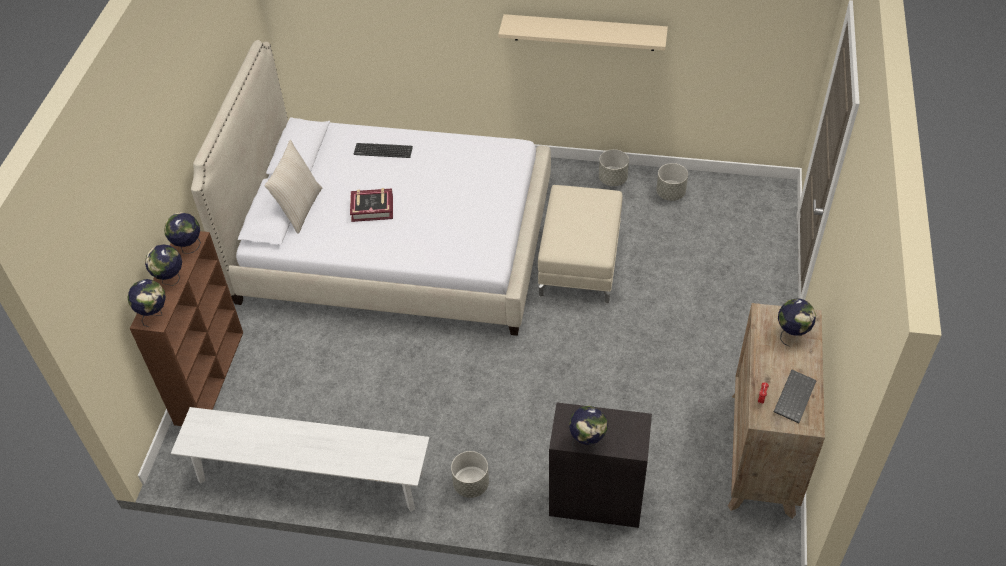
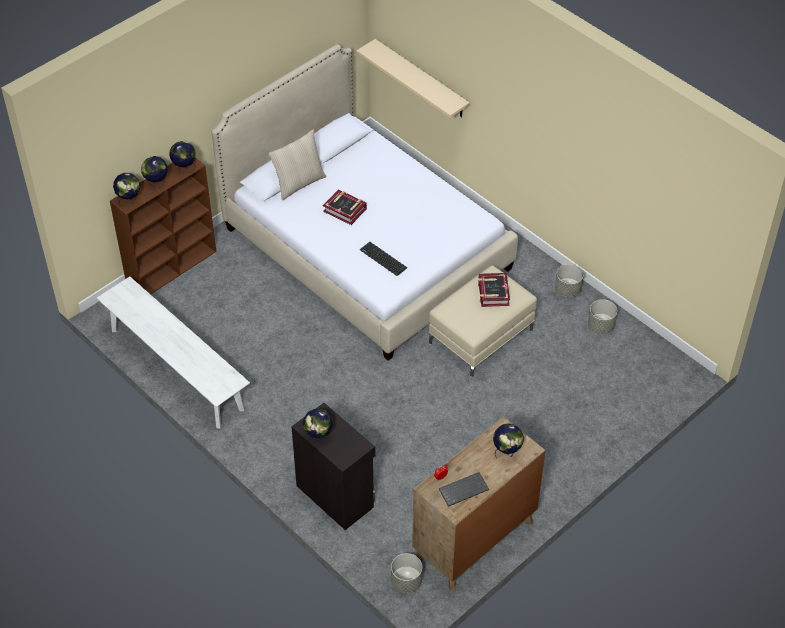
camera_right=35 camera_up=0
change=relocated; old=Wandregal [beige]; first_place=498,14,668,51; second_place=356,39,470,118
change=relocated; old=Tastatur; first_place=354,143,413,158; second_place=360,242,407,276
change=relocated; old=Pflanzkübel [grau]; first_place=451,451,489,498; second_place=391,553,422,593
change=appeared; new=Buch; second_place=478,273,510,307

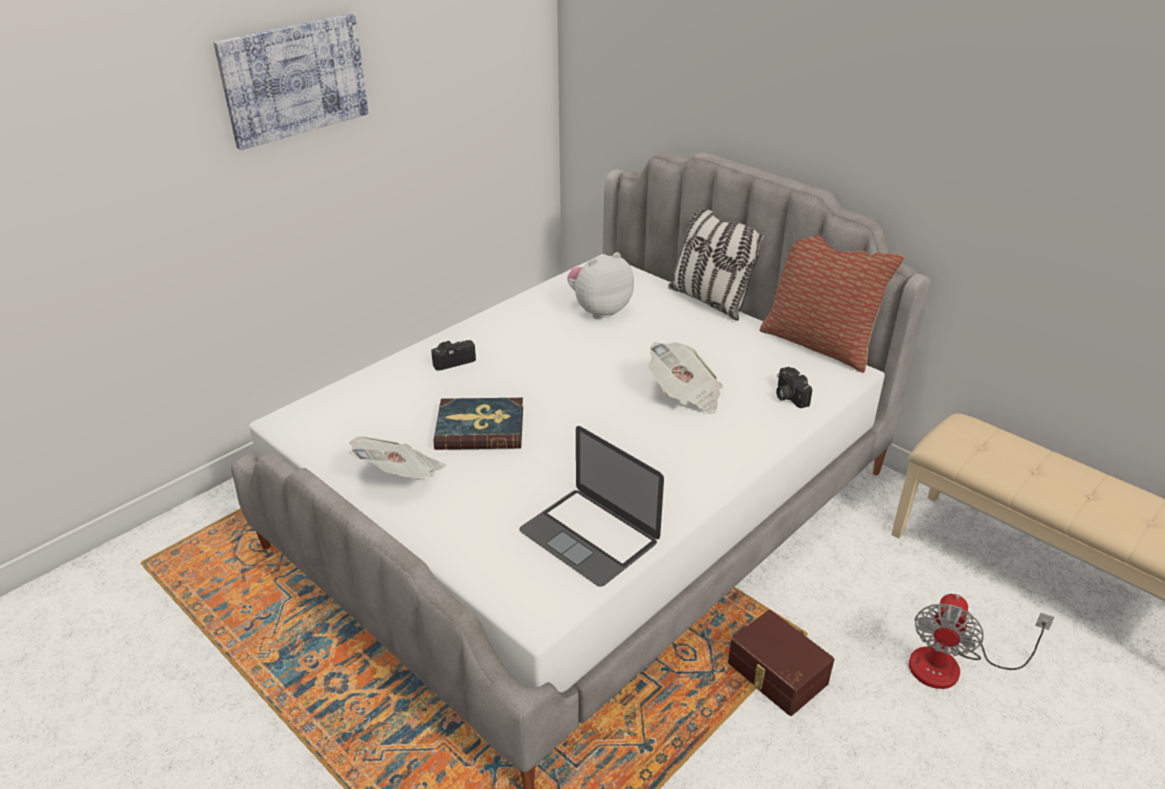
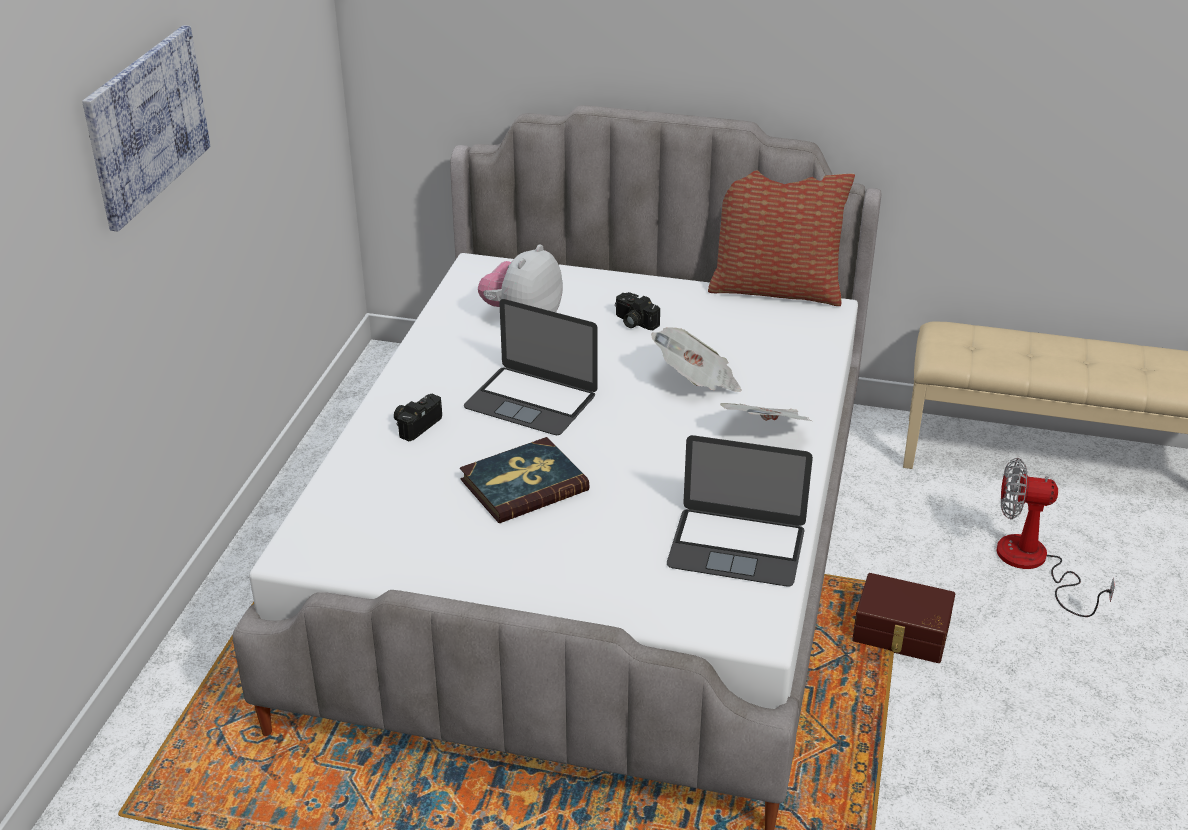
camera_right=-30 camera_up=0
change=appeared; new=Laptop; second_place=463,299,598,435
change=relocated; old=Kamera; first_place=776,367,812,408; second_place=615,292,660,330
change=relocated; old=Zeitung; first_place=349,436,446,480; second_place=720,403,812,421
change=spun; old=Ventilator; first_place=909,594,1054,689; second_place=997,458,1115,617; degrees=105
change=missing; old=Kissen; first_place=668,208,764,321

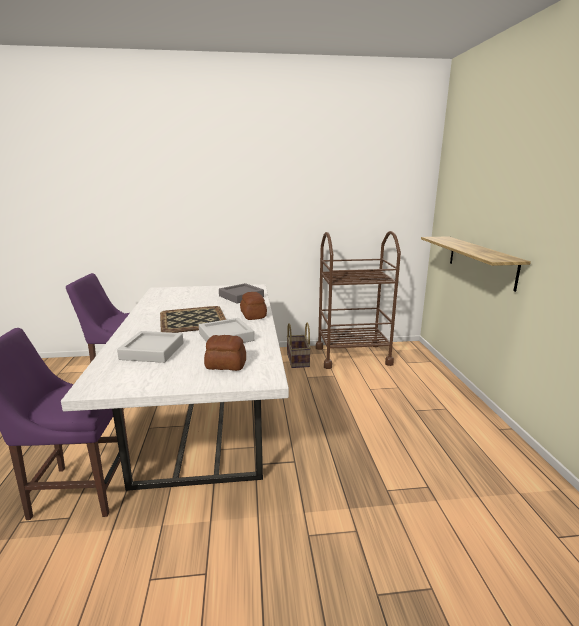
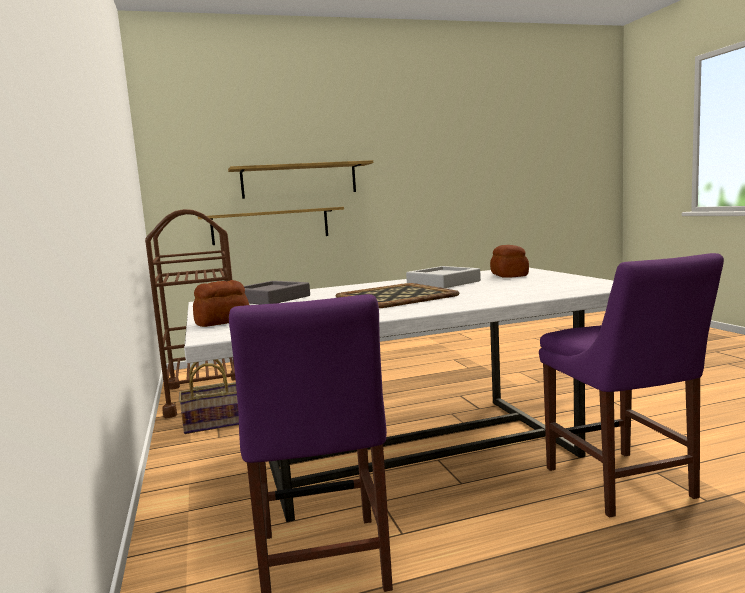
camera_right=-100 camera_up=-10
change=relocated; old=Brot; first_place=240,292,267,320; second_place=193,280,249,327
change=appeared; new=Wandregal; second_place=228,160,373,199
change=missing; old=Tablett [grau]; first_place=117,331,184,363

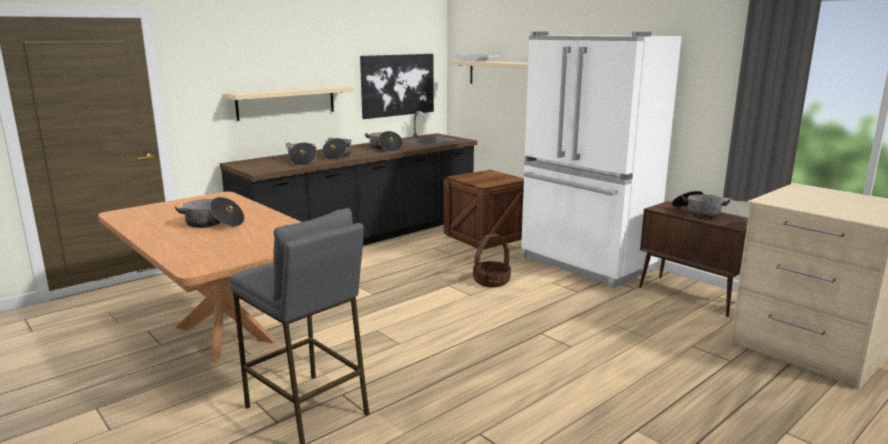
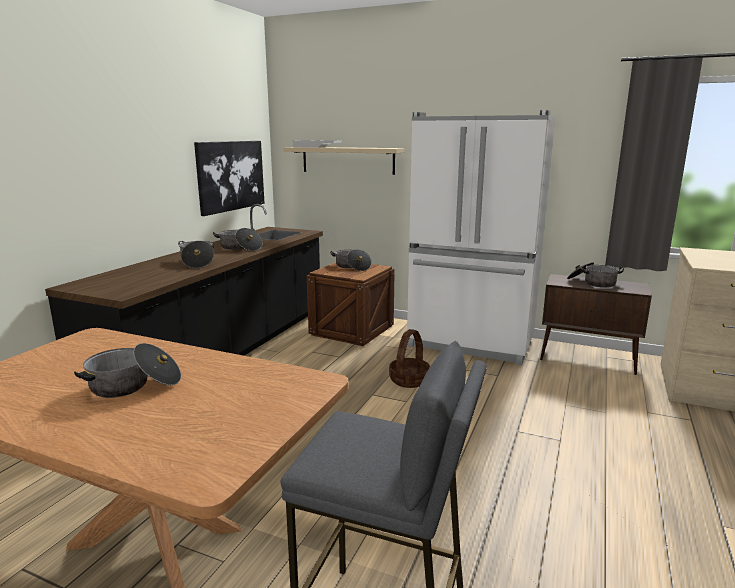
camera_right=-25 camera_up=0
change=relocated; old=Kochtopf; first_place=286,142,317,166; second_place=330,249,372,271
change=missing; old=Wandregal [beige]; first_place=224,86,353,121

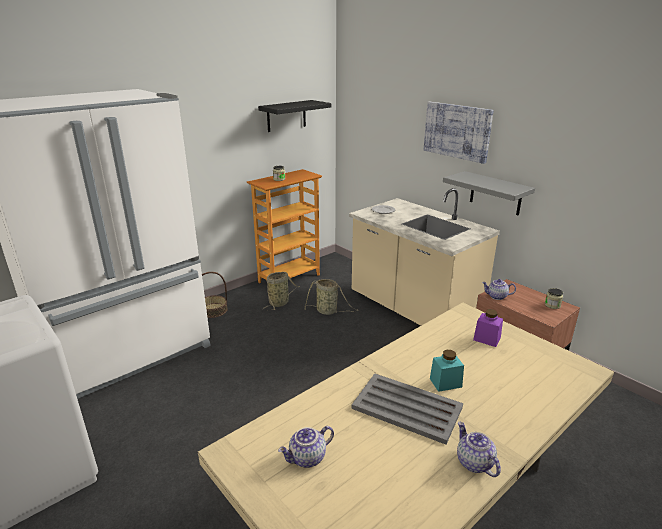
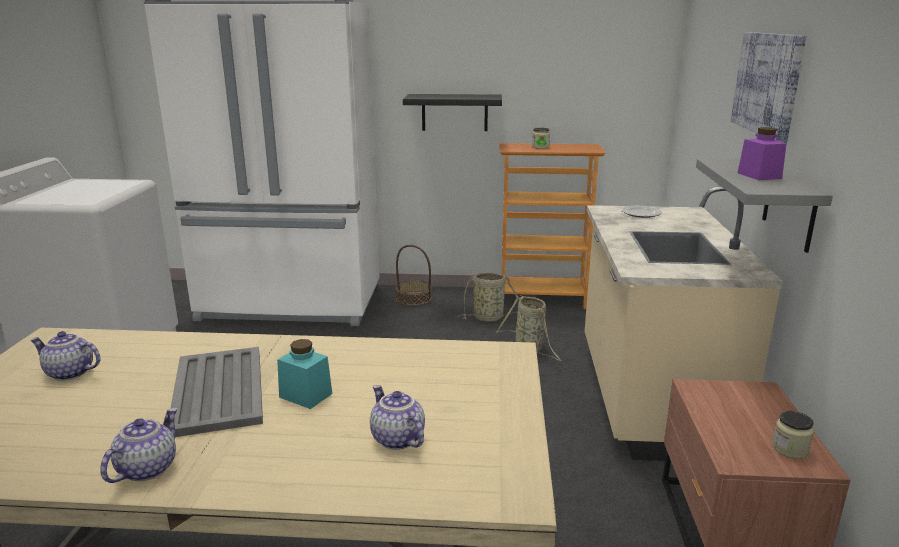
camera_right=45 camera_up=-5
change=relocated; old=Teekanne; first_place=482,279,516,300; second_place=370,385,425,450
change=relocated; old=Wandregal [schwarz]; first_place=258,100,332,132; second_place=403,94,502,131
change=relocated; old=Vorratsglas [lila]; first_place=473,309,503,347; second_place=738,127,787,180

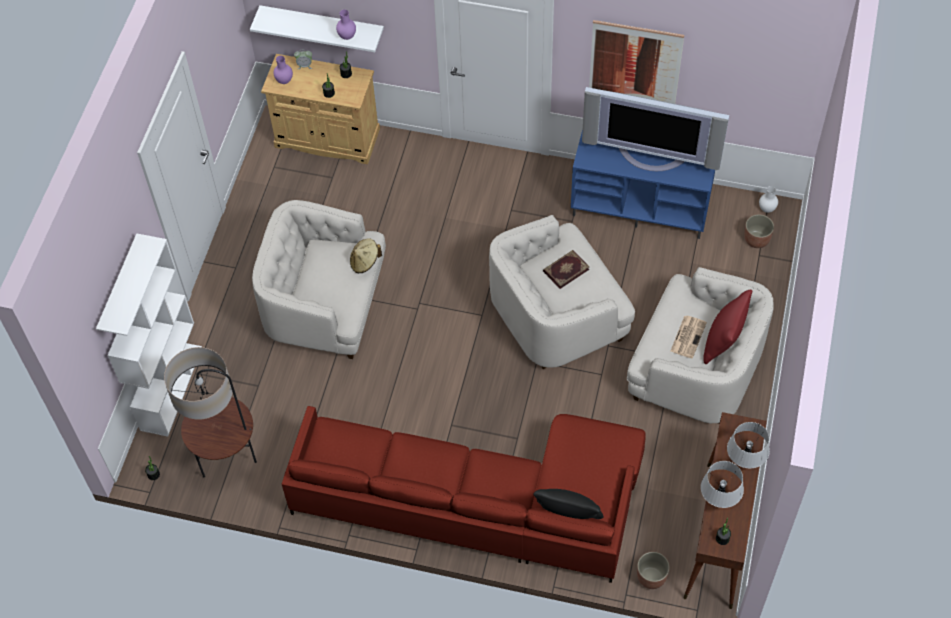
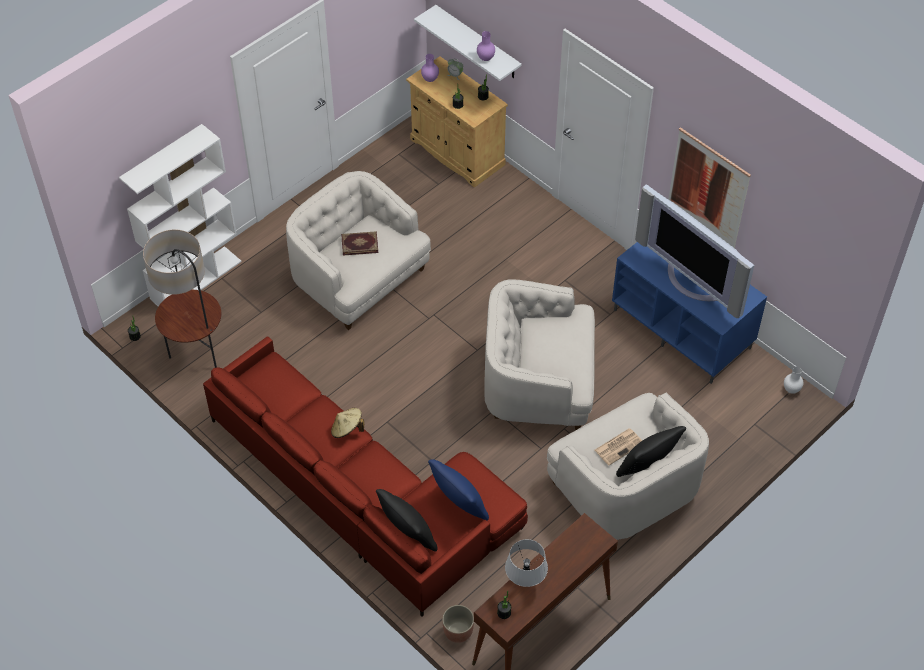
camera_right=30 camera_up=-5
change=relocated; old=Hut [beige]; first_place=350,239,382,273; second_place=331,408,364,438
change=relocated; old=Buch; first_place=543,250,589,289; second_place=341,231,378,256
change=appeared; new=Kissen [blau]; second_place=428,459,489,521
change=colour; old=Kissen [rot]; new=Kissen [schwarz]; first_place=703,290,752,364; second_place=616,426,686,477
change=missing; old=Tischlampe [grau]; first_place=727,422,770,468
change=missing; old=Pflanzkübel; first_place=744,214,774,248

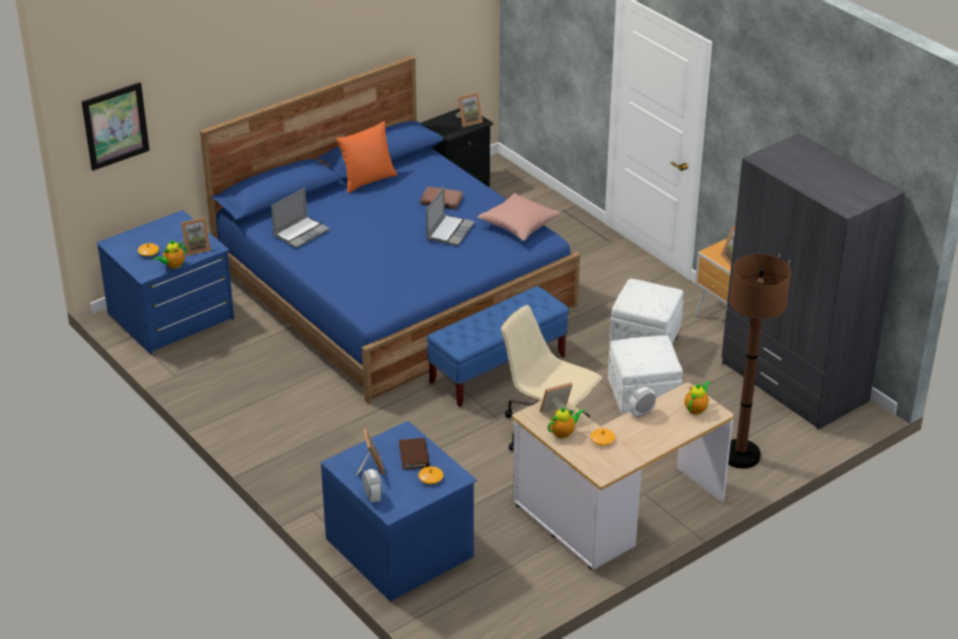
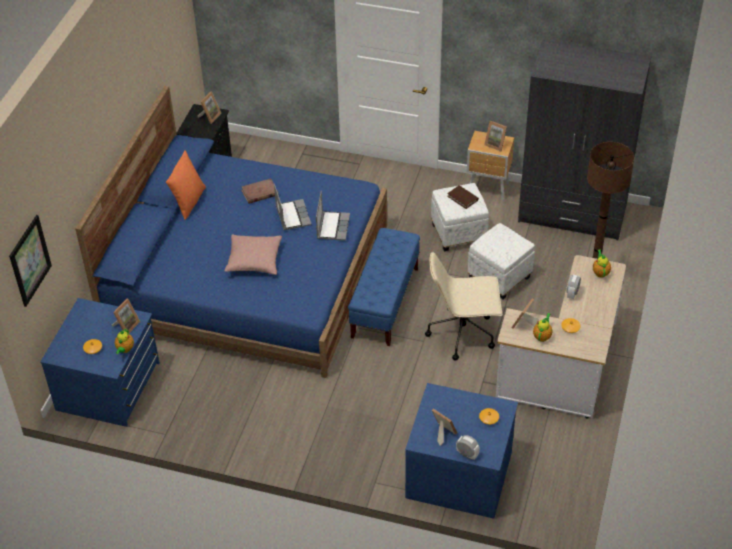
camera_right=-35 camera_up=10
change=relocated; old=Kissen [rosa]; first_place=477,193,561,241; second_place=224,235,282,275
change=relocated; old=Laptop; first_place=271,188,330,248; second_place=316,191,350,241
change=relocated; old=Buch [braun]; first_place=399,438,430,470; second_place=447,185,479,209

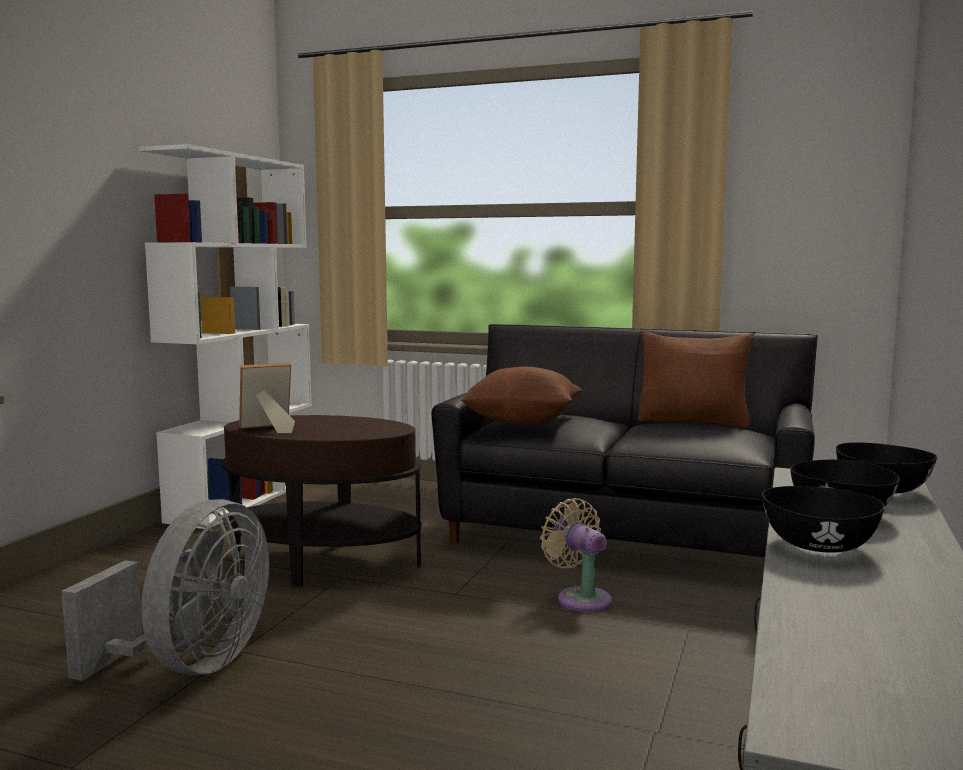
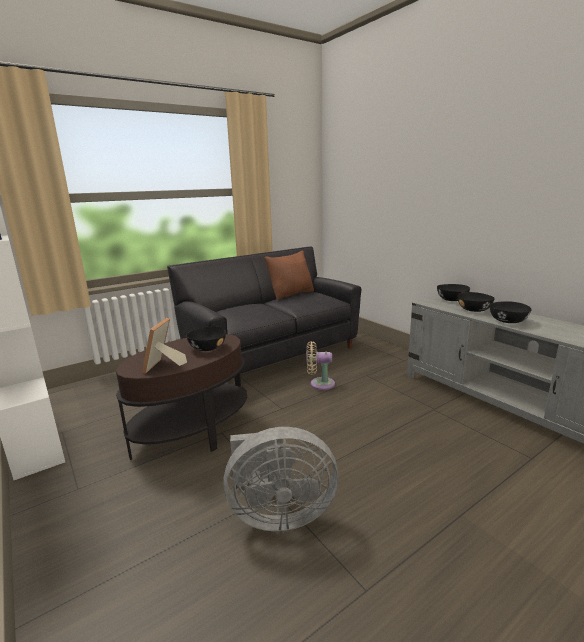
camera_right=-55 camera_up=10
change=appeared; new=Schüssel [schwarz]; second_place=186,326,226,351
change=spun; old=Ventilator [grau]; first_place=62,499,269,681; second_place=224,427,338,531; degrees=120
change=missing; old=Kissen [braun]; first_place=461,367,582,425

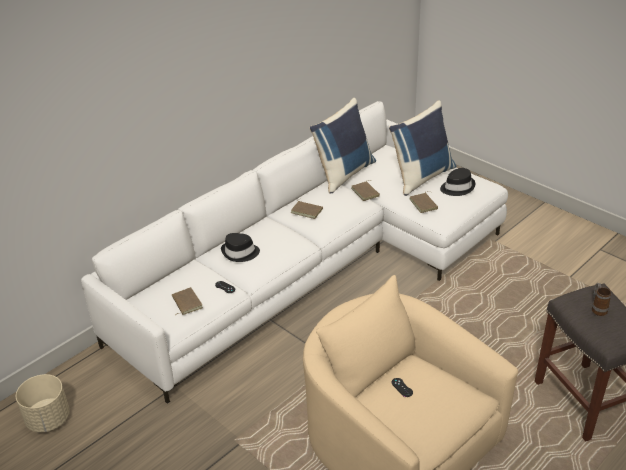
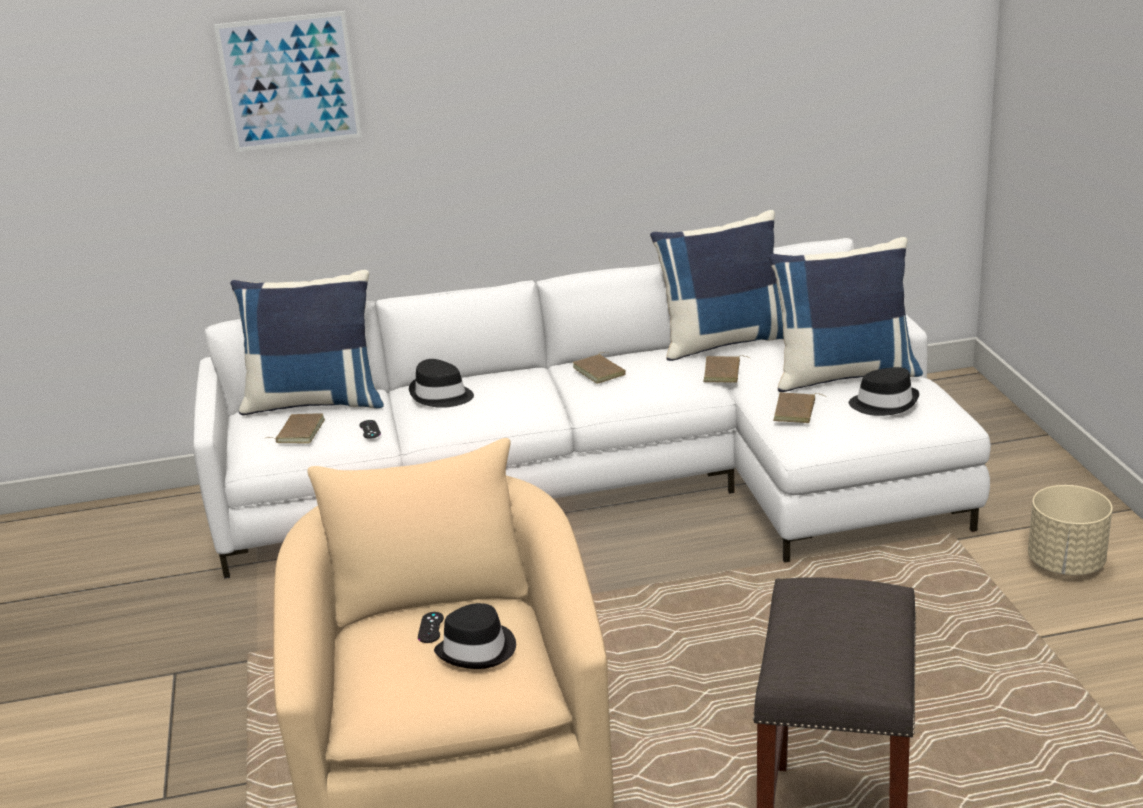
camera_right=35 camera_up=-10
change=appeared; new=Bild; second_place=214,11,362,152
change=appeared; new=Kissen [blau]; second_place=230,270,384,415
change=appeared; new=Hut [schwarz]; second_place=434,603,516,669
change=relocated; old=Pflanzkübel [beige]; first_place=16,374,70,432; second_place=1028,485,1112,575
change=missing; old=Henkelbecher; first_place=592,283,611,316

